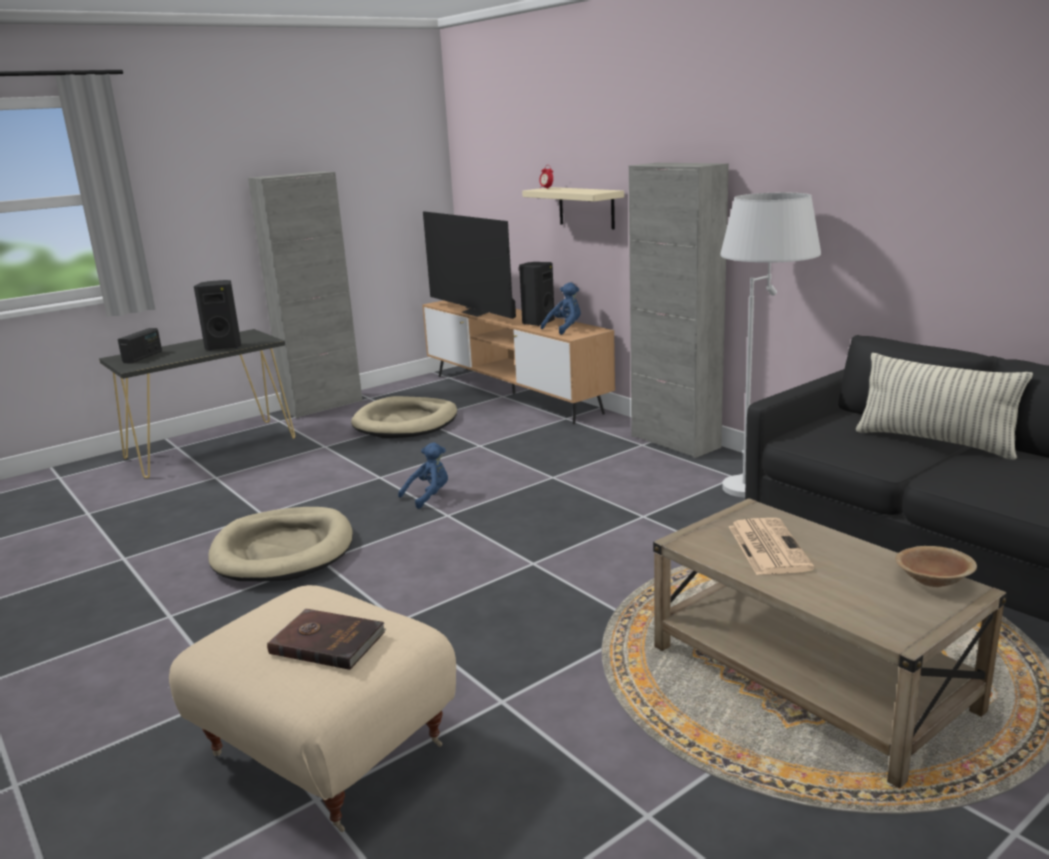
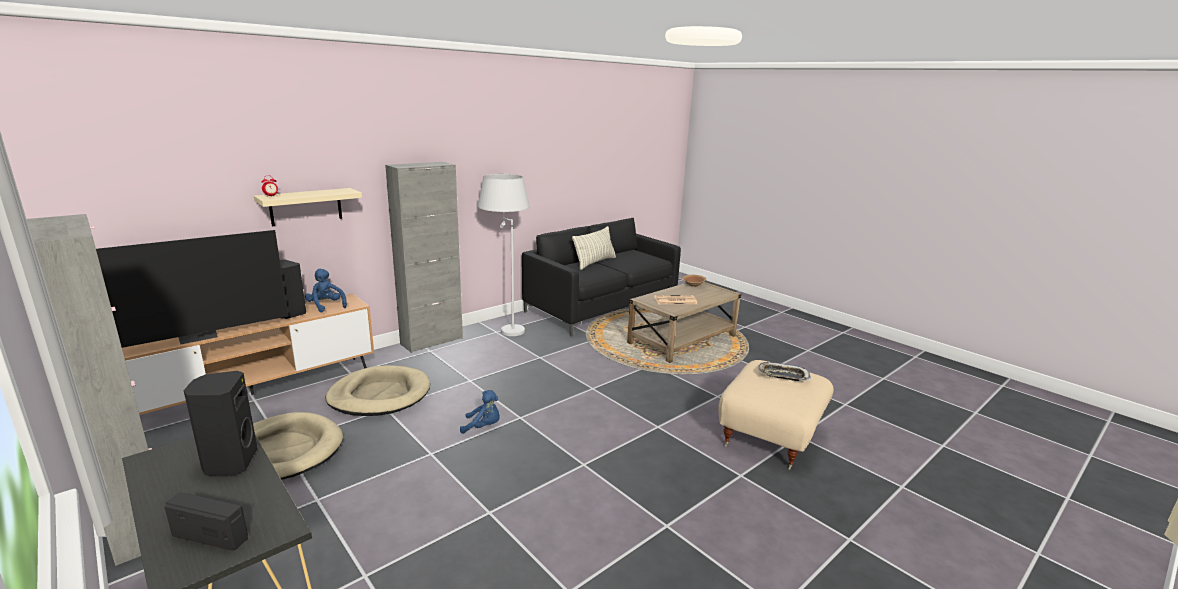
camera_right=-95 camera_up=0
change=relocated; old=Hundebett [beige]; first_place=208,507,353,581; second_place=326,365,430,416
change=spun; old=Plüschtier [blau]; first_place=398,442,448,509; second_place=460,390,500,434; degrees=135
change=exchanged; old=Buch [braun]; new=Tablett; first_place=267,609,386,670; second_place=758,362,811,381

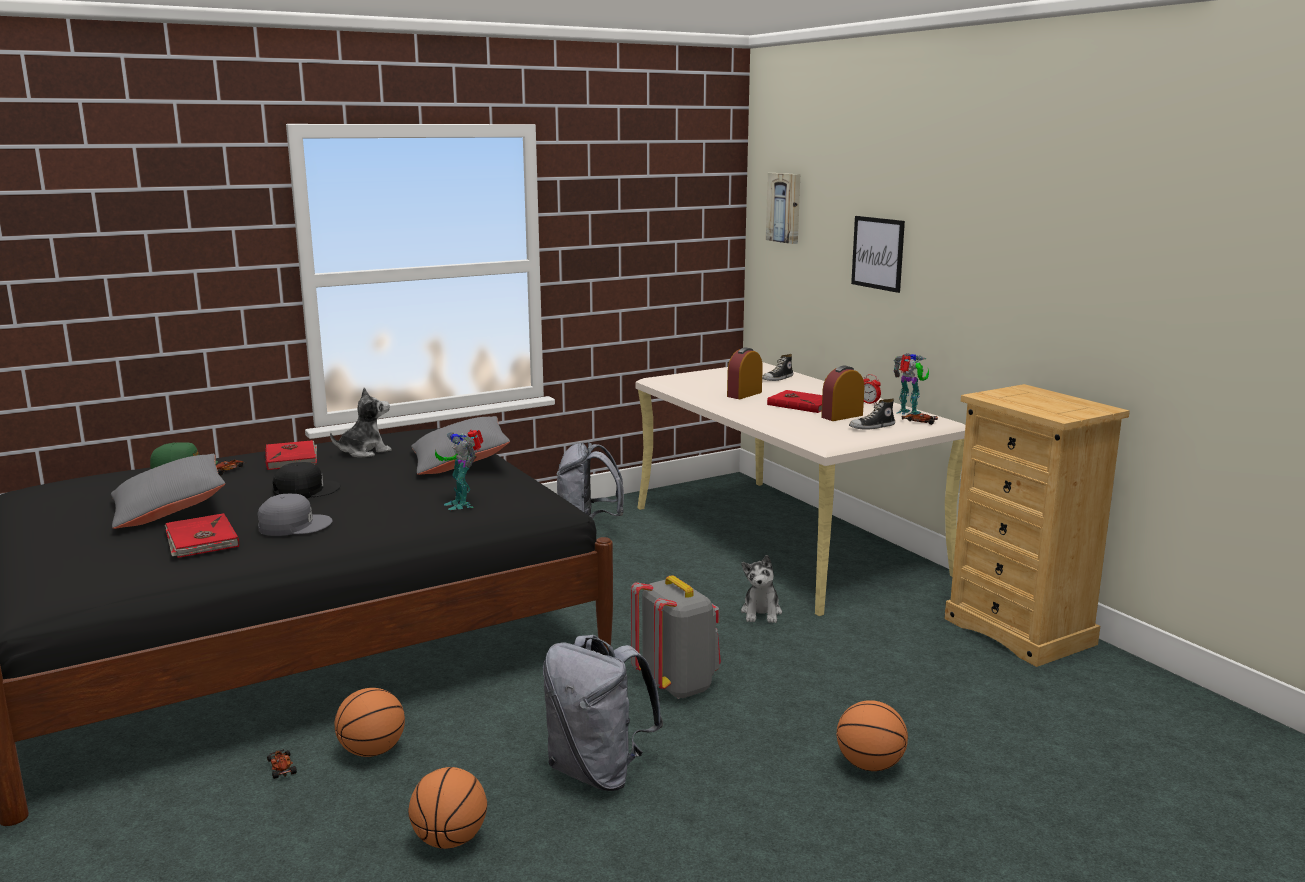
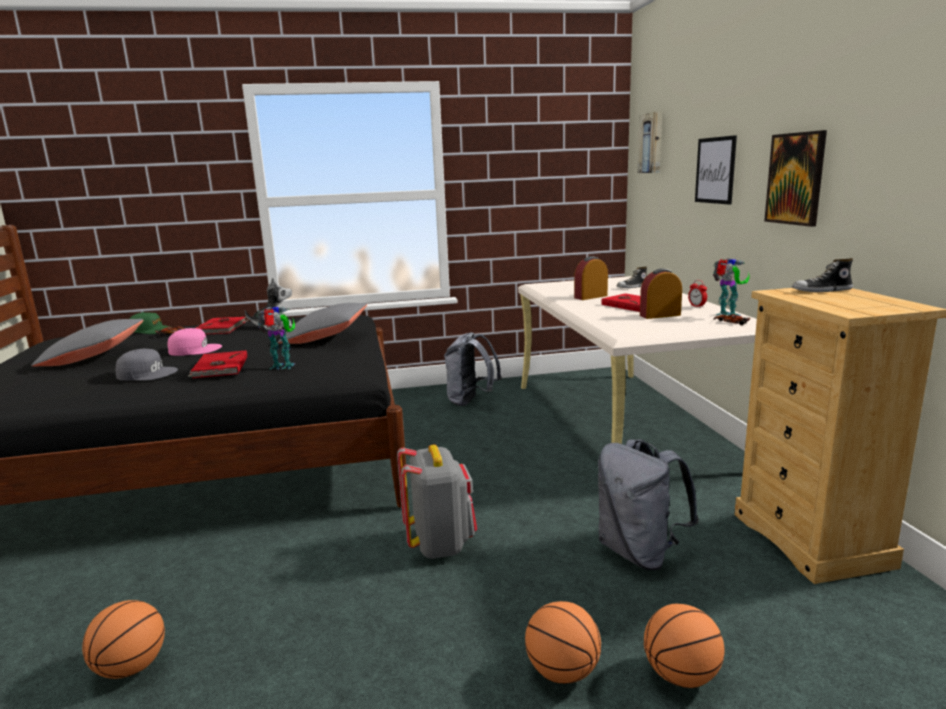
camera_right=20 camera_up=0
change=colour; old=Kappe [schwarz]; new=Kappe [rosa]; first_place=273,462,341,498; second_place=167,328,222,356
change=relocated; old=Buch [rot]; first_place=165,513,239,558; second_place=187,350,247,378
change=spun; old=Spielzeugroboter; first_place=435,430,483,510; second_place=256,306,295,369; degrees=105
change=relocated; old=Rucksack [grau]; first_place=543,635,663,791; second_place=598,439,699,570
change=relocated; old=Basketball; first_place=334,688,405,757; second_place=644,604,725,688
change=appeared; new=Bild; second_place=764,130,827,227
change=relocated; old=Schuh; first_place=849,399,895,430; second_place=792,258,853,292
change=missing; old=Spielzeugauto; first_place=267,749,297,779
change=missing; old=Plüschtier; first_place=741,555,782,623

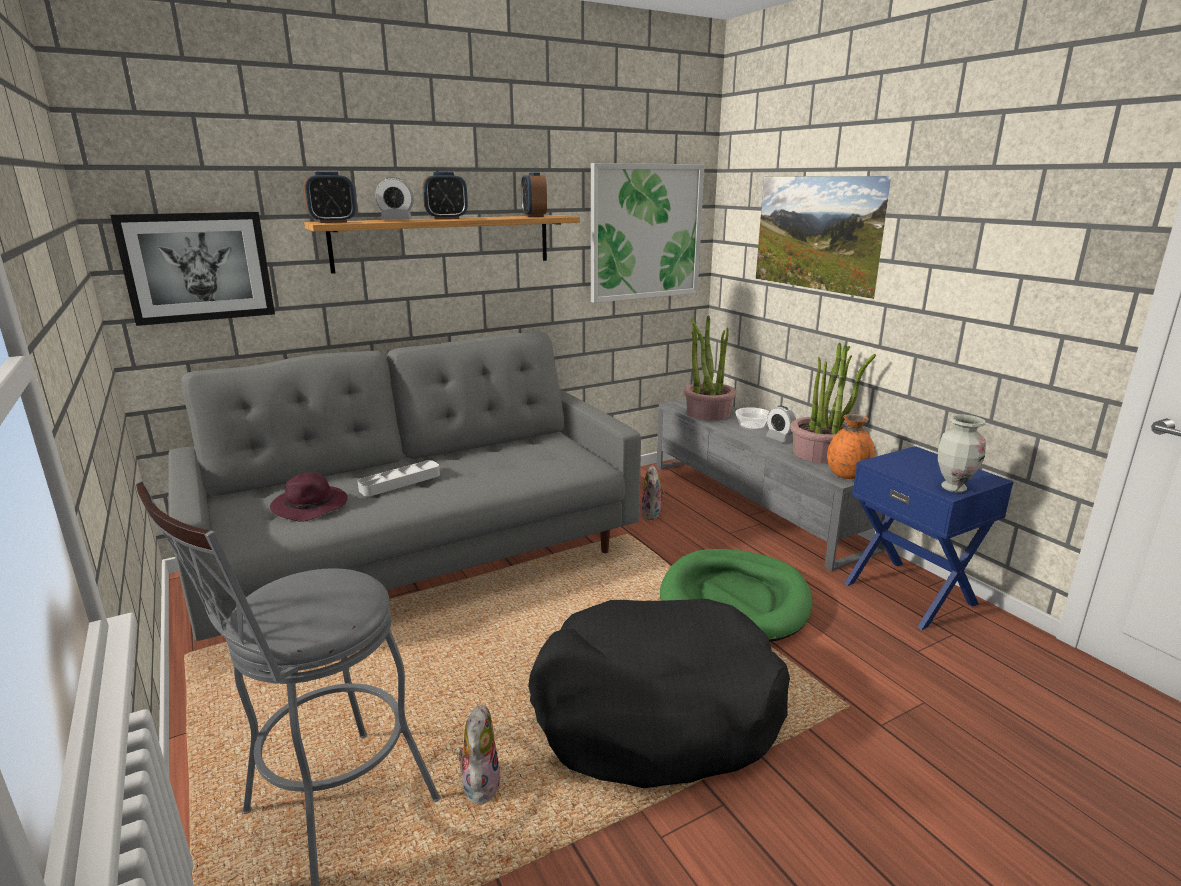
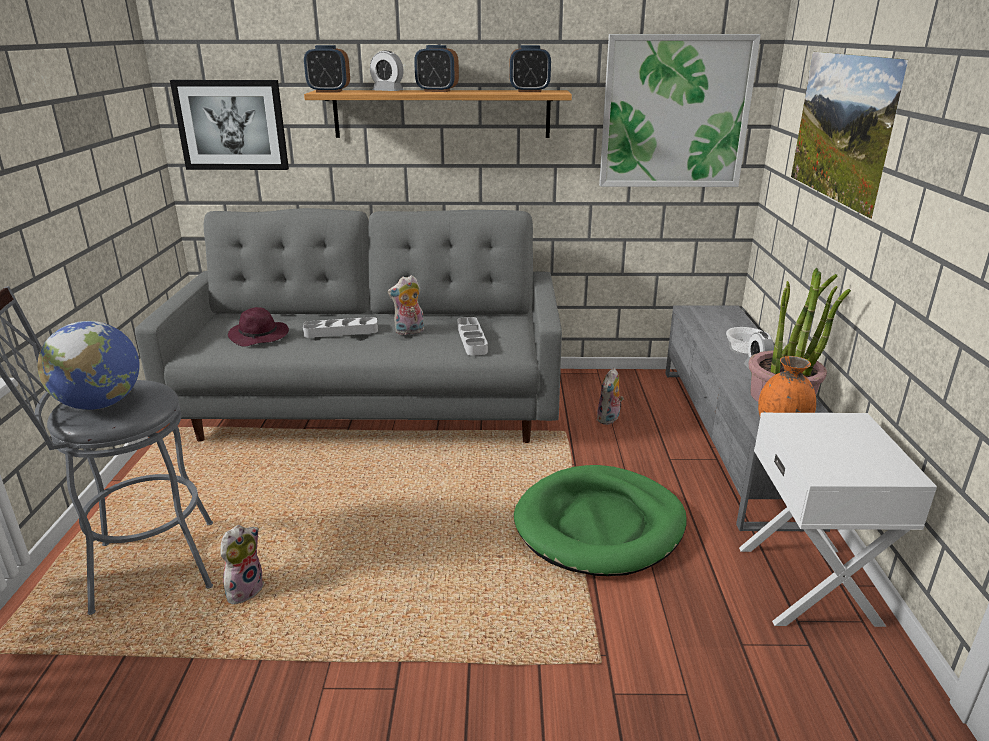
camera_right=30 camera_up=5
change=appeared; new=Globus; second_place=37,321,140,410
change=appeared; new=Plüschtier; second_place=388,275,424,335
change=appeared; new=Tablett [grau]; second_place=457,317,488,356
change=spun; old=Wecker; first_place=521,172,547,217; second_place=509,45,551,92; degrees=-105
change=colour; old=Nachttisch [blau]; new=Nachttisch [weiß]; first_place=844,446,1013,630; second_place=739,413,937,627
change=missing; old=Hundebett [schwarz]; first_place=528,599,790,788
change=missing; old=Topfpflanze; first_place=684,315,737,420
change=missing; old=Vase; first_place=938,414,986,493

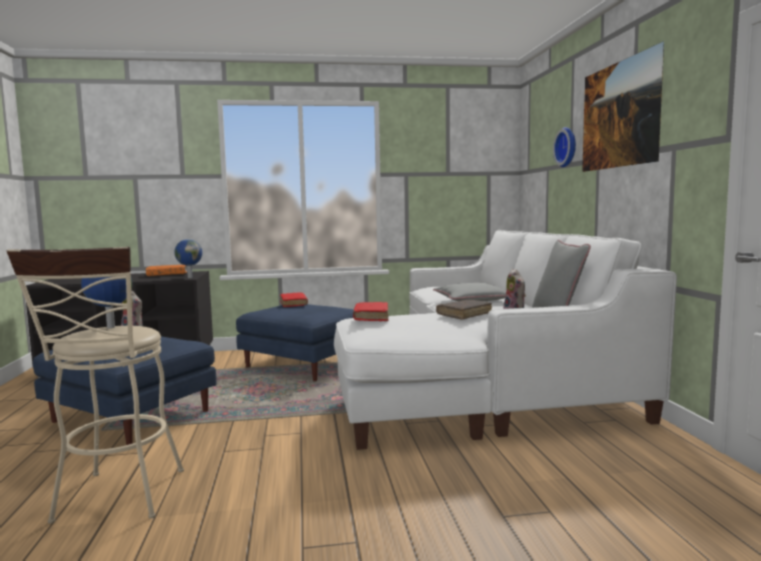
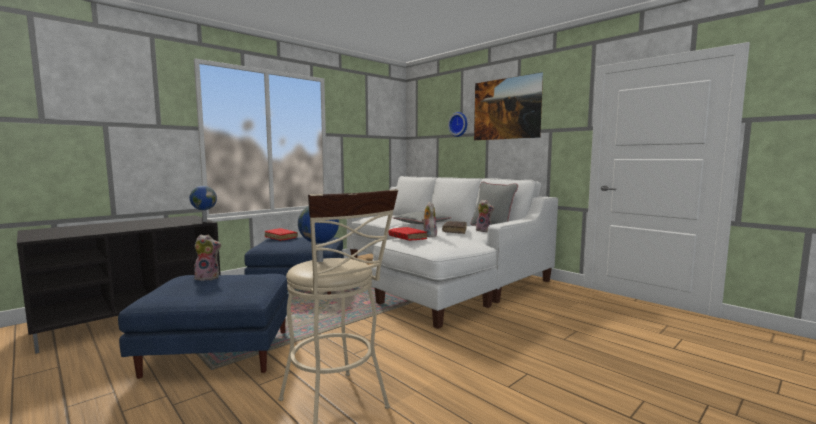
camera_right=-35 camera_up=0
change=appeared; new=Plüschtier; second_place=422,202,437,237
change=missing; old=Buch [orange]; first_place=146,264,187,276

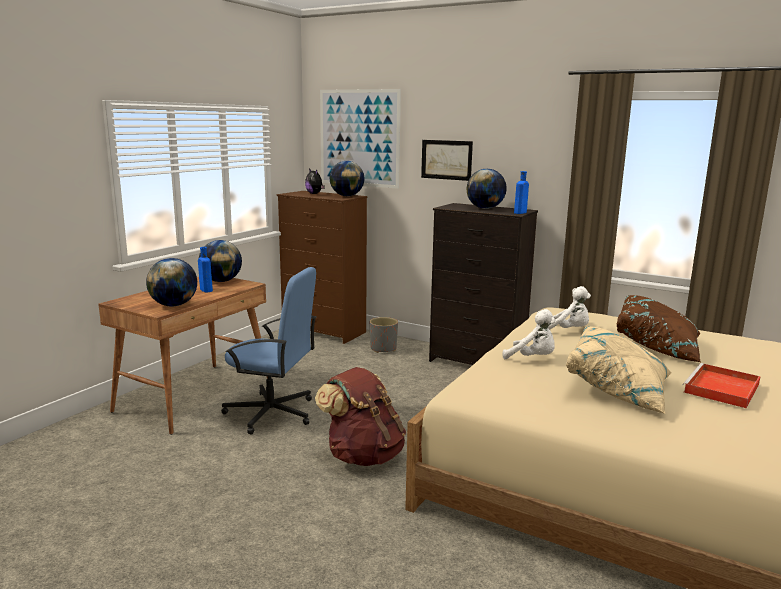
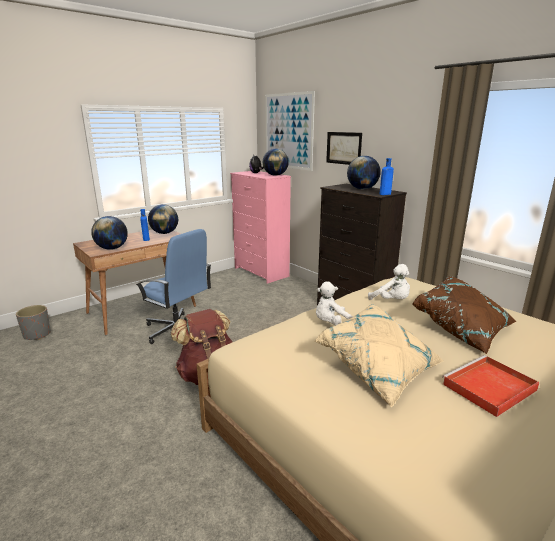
camera_right=20 camera_up=5
change=relocated; old=Pflanzkübel [grau]; first_place=370,317,398,353; second_place=16,305,51,340
change=colour; old=Kommode [braun]; new=Kommode [rosa]; first_place=277,191,367,344; second_place=230,171,291,284
change=spun; old=Plüschtier [weiß]; first_place=502,309,555,359; second_place=316,282,353,325; degrees=105

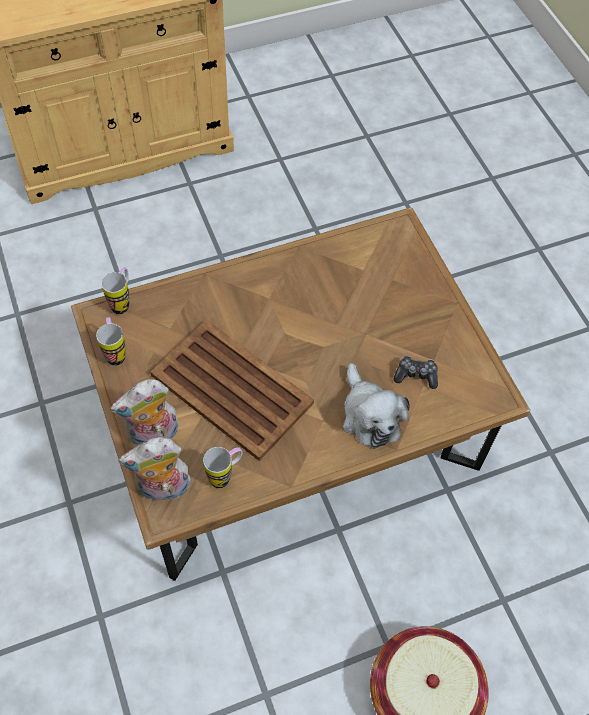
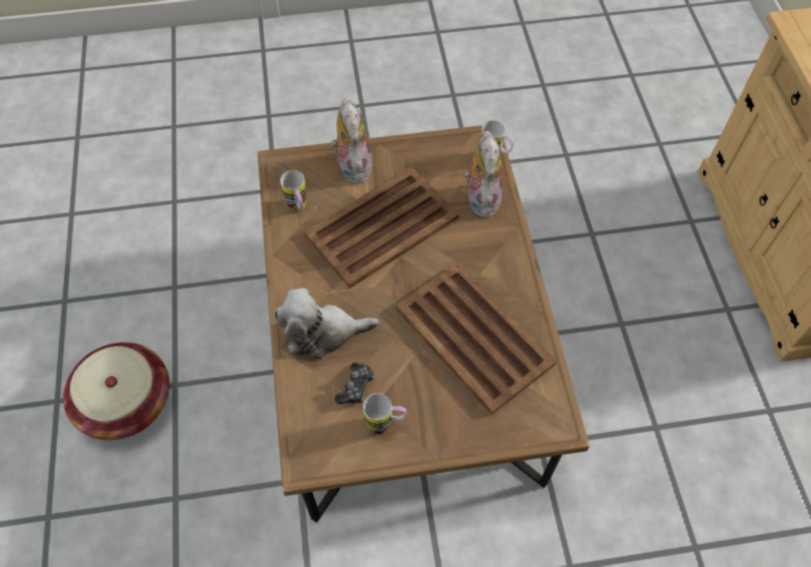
camera_right=105 camera_up=0
change=relocated; old=Henkelbecher; first_place=96,317,126,366; second_place=363,393,407,435
change=appeared; new=Tablett [braun]; second_place=396,262,557,415
change=relocated; old=Plüschtier; first_place=118,437,191,503; second_place=464,130,502,218

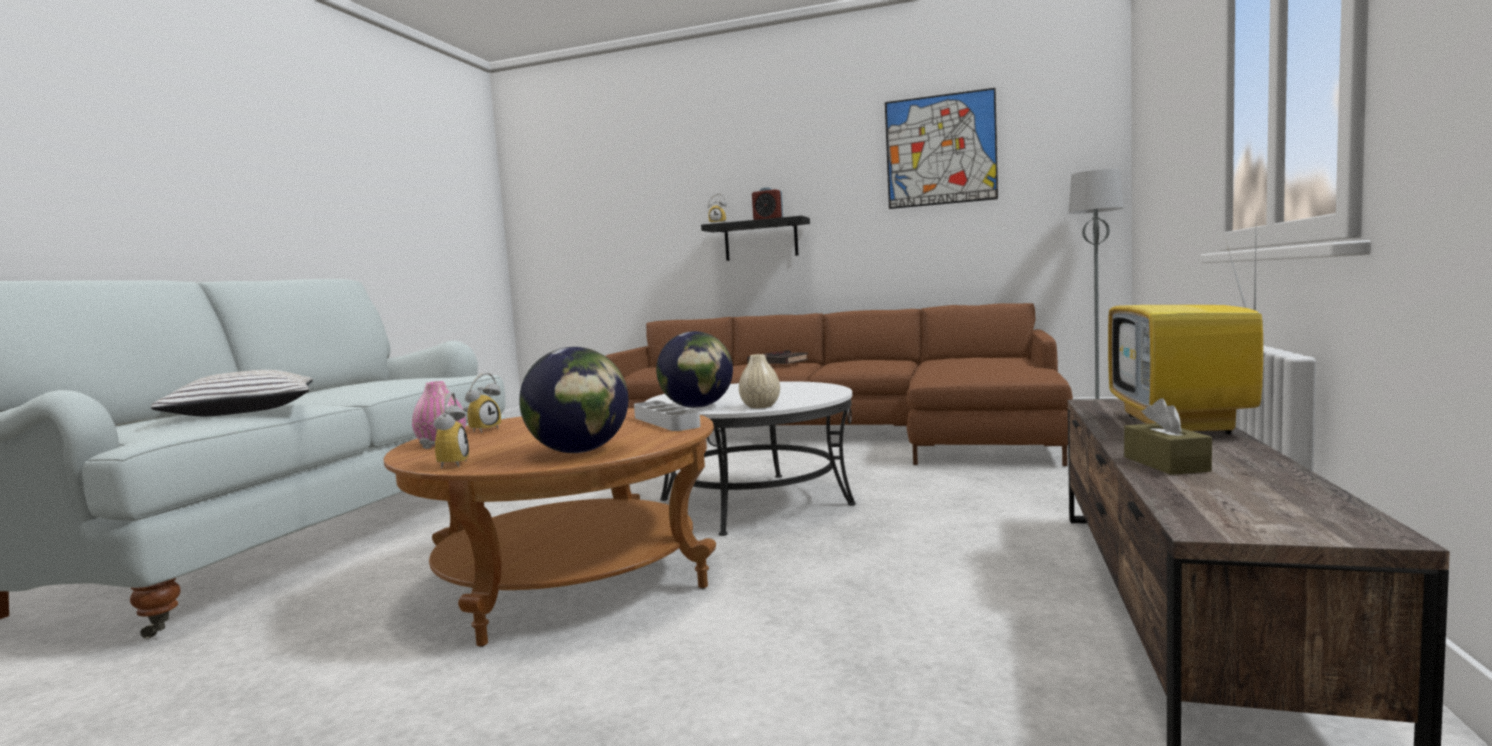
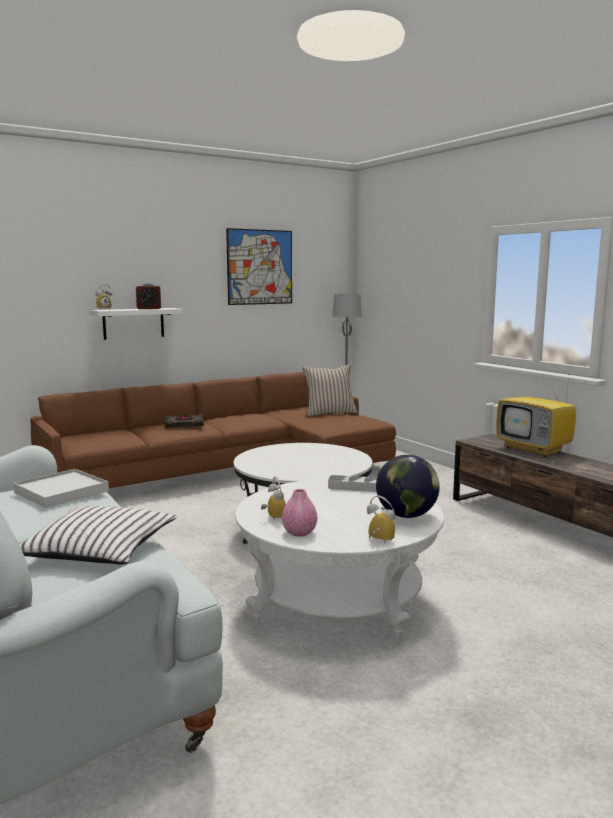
camera_right=-50 camera_up=5
change=appeared; new=Tablett [weiß]; second_place=13,469,109,508
change=colour; old=Wandregal [schwarz]; new=Wandregal [weiß]; first_place=701,216,810,261; second_place=91,308,183,340
change=colour; old=Couchtisch [braun]; new=Couchtisch [weiß]; first_place=384,408,716,647; second_place=235,479,444,644
change=appeared; new=Kissen [beige]; second_place=302,364,358,416
change=missing; old=Globus; first_place=656,331,733,408
change=missing; old=Vase [beige]; first_place=739,354,780,408
change=missing; old=Taschentuchbox [braun]; first_place=1124,398,1212,475

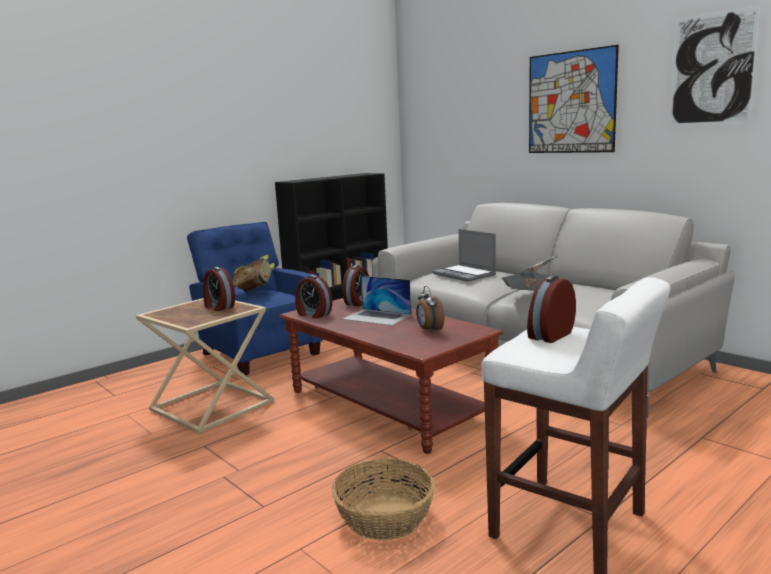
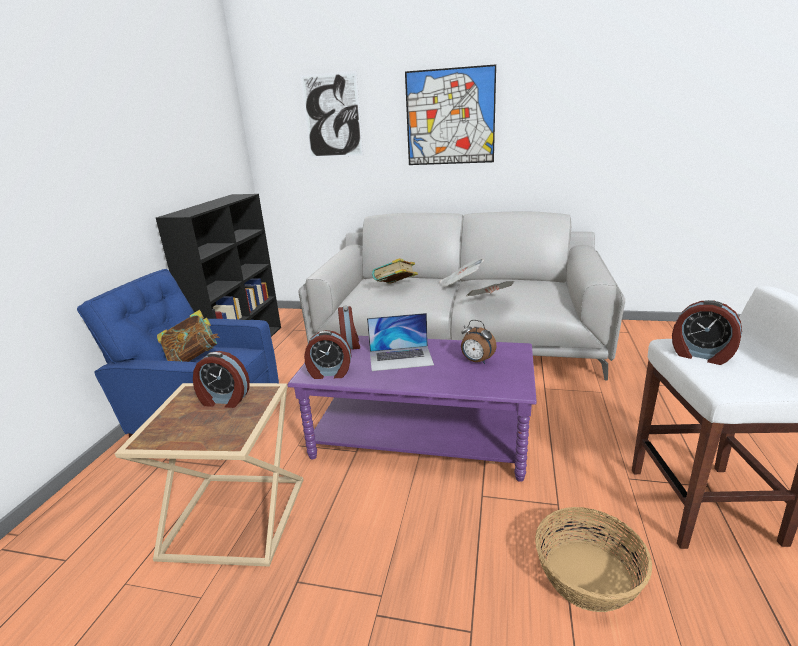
camera_right=-35 camera_up=10
change=colour; old=Couchtisch [braun]; new=Couchtisch [lila]; first_place=279,298,504,454; second_place=287,336,537,482
change=relocated; old=Bild; first_place=669,5,761,126; second_place=300,71,363,158
change=exchanged; old=Laptop; new=Buch; first_place=432,229,496,282; second_place=372,258,418,284
change=spun; old=Wecker; first_place=527,275,576,343; second_place=672,300,742,365; degrees=-60

